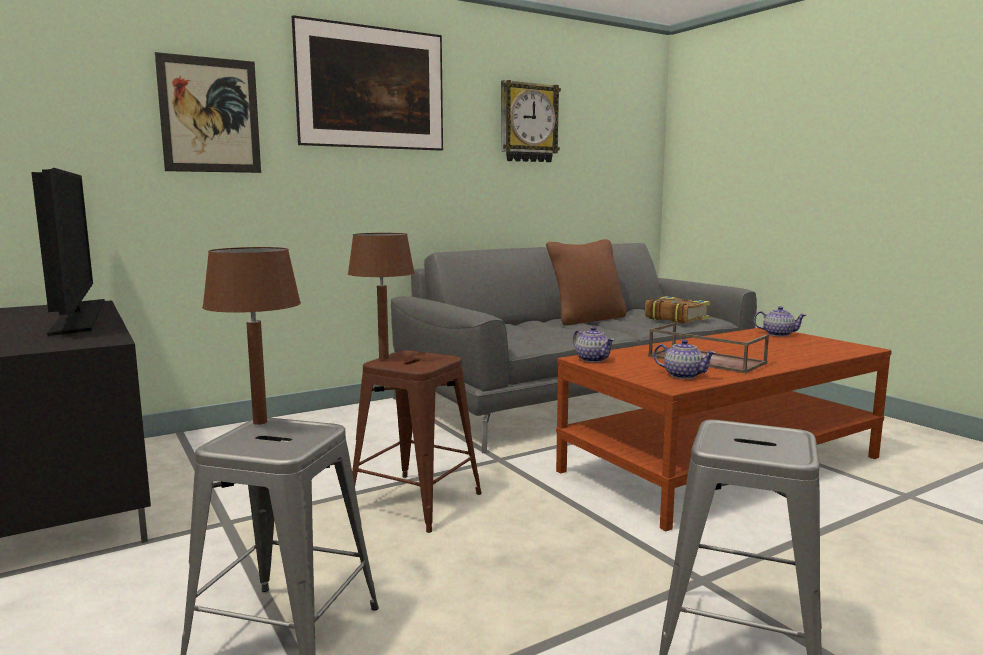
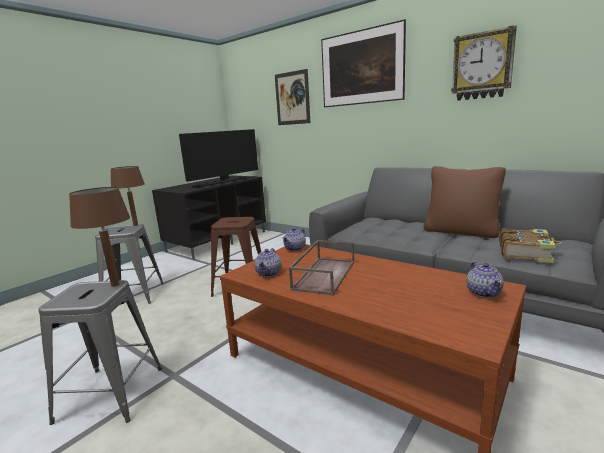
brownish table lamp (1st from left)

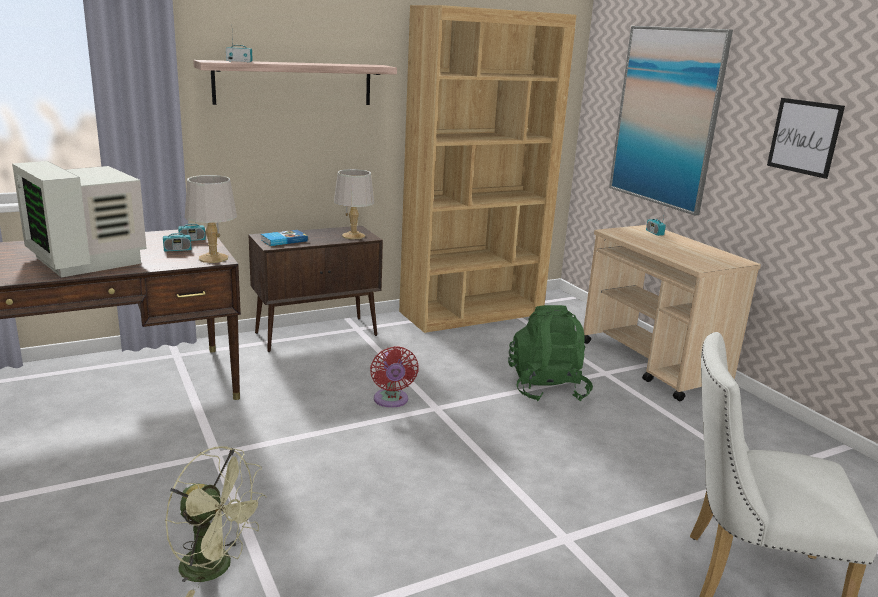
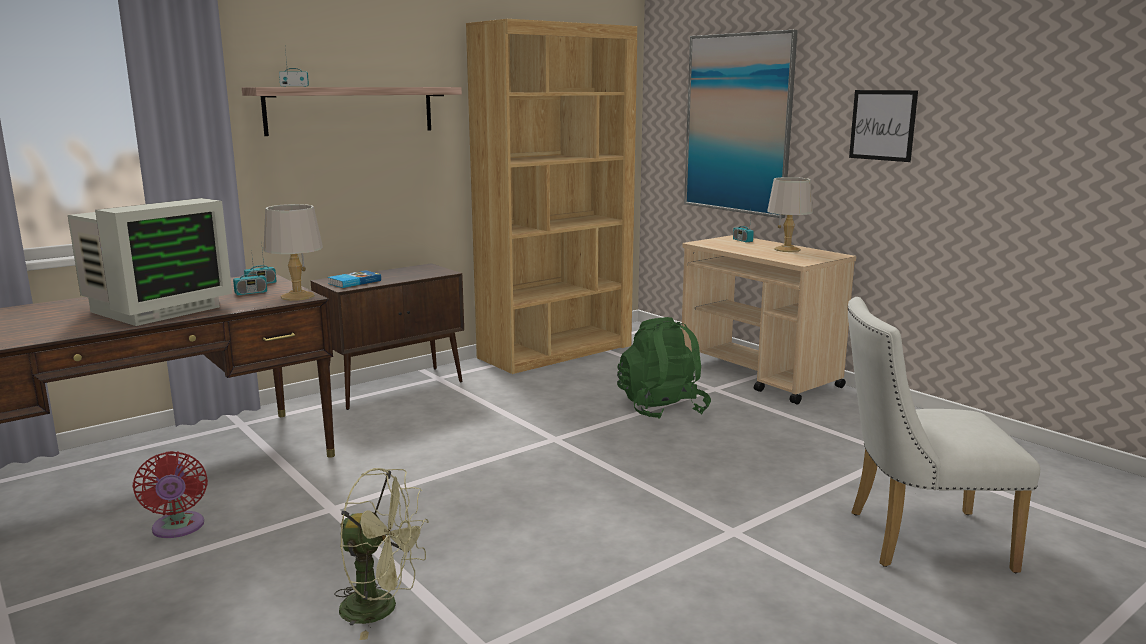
grey table lamp (2nd from left)
red electric fan
computer screen

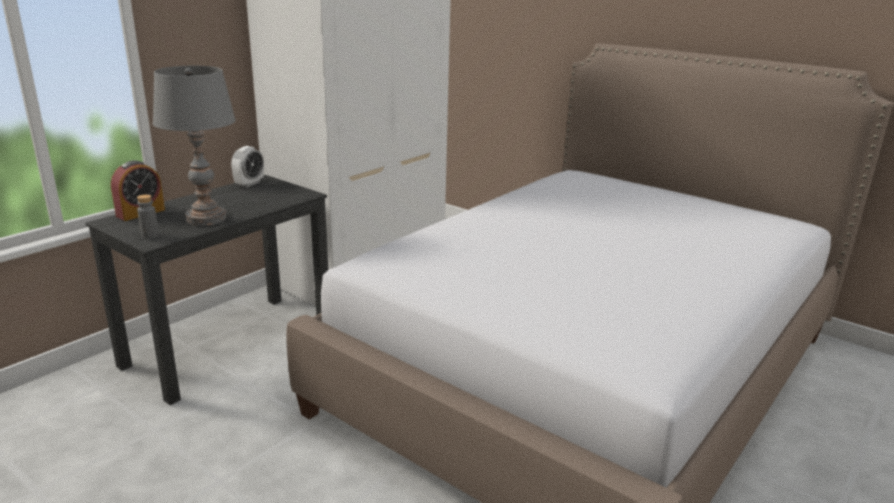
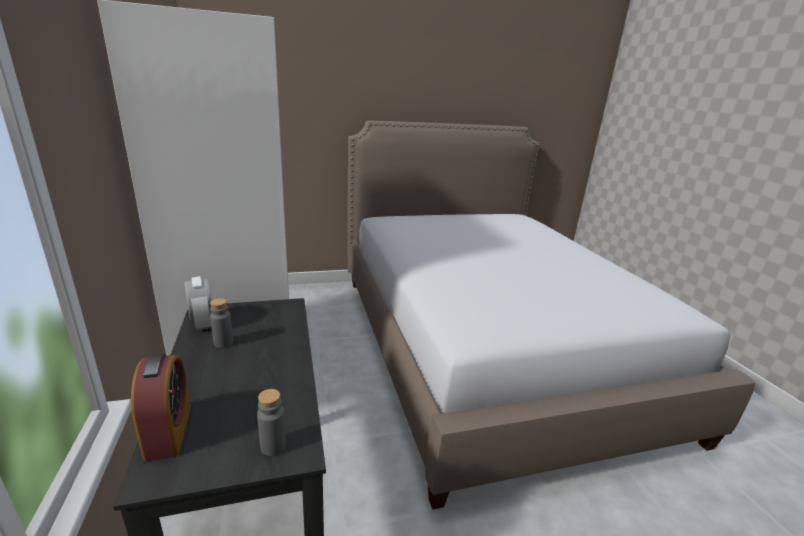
grey table lamp
grey bottle (1st from left)

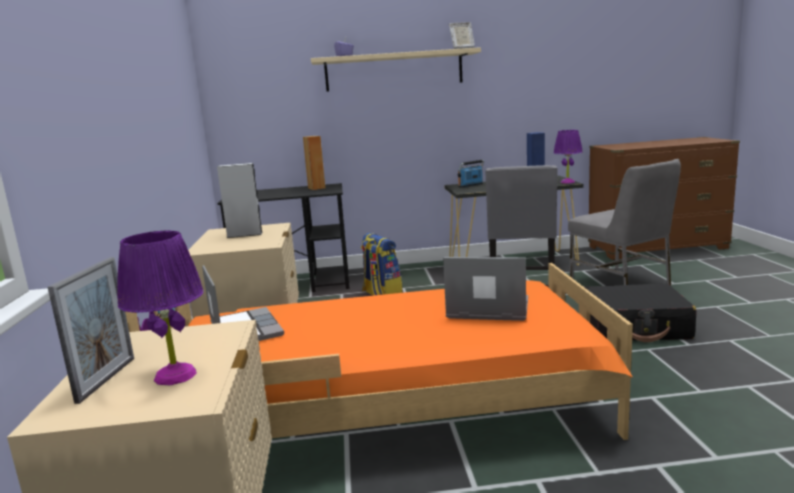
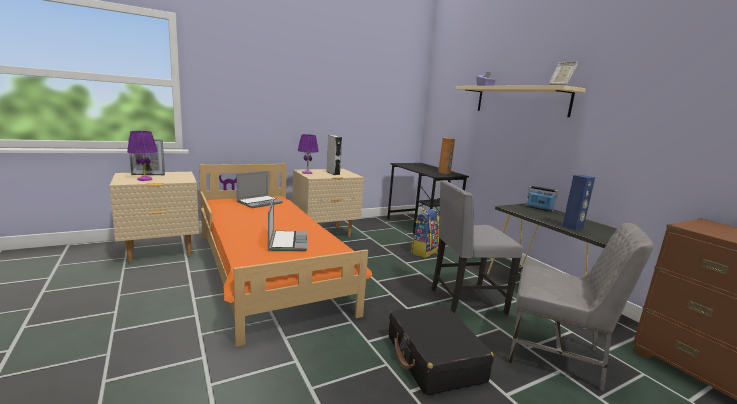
purplish table lamp (2nd from left)
grey upright chair (2nd from left)

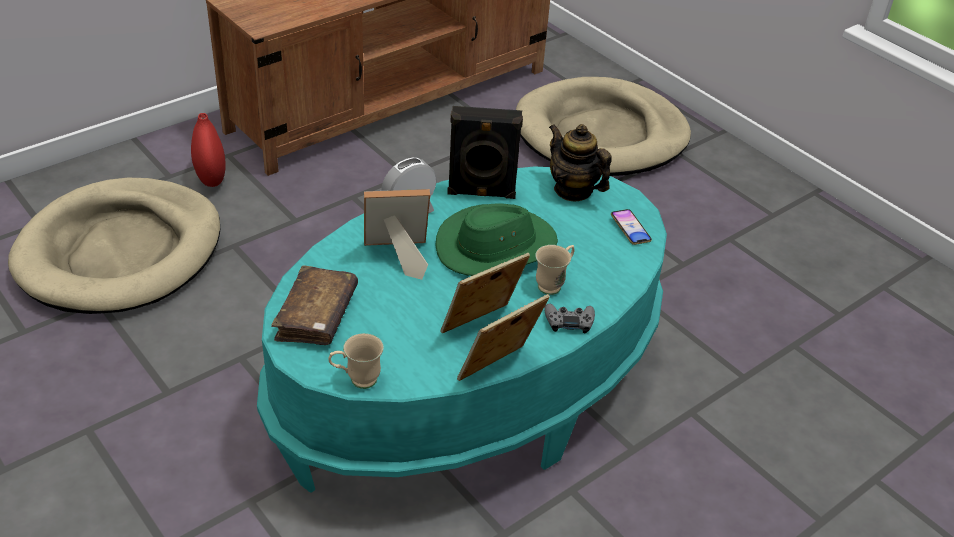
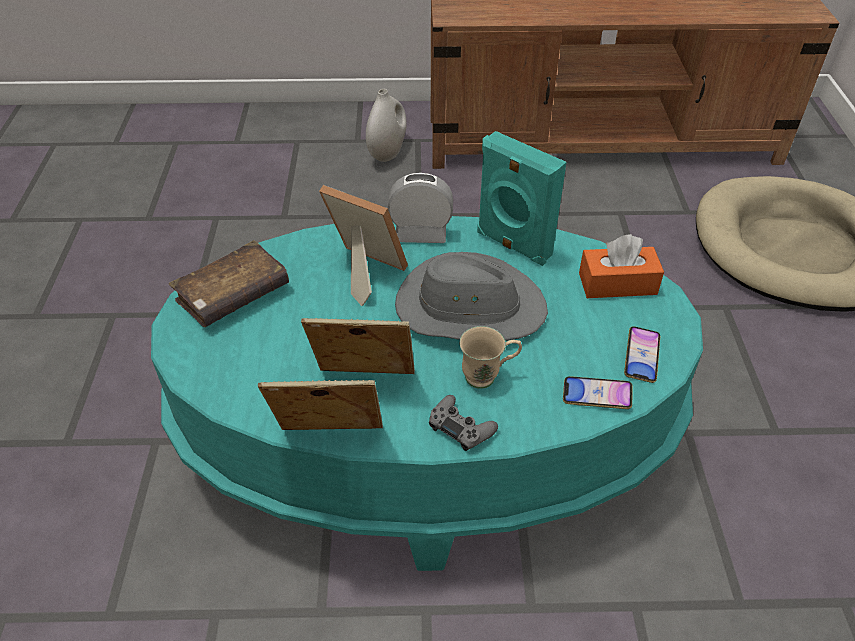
beige dog cushion (1st from left in the first image)
beige tea mug (1st from left in the first image)
telephone (1st from left)
orange tissue box
white-coloured vase
grey hat
turquoise-coloured speaker

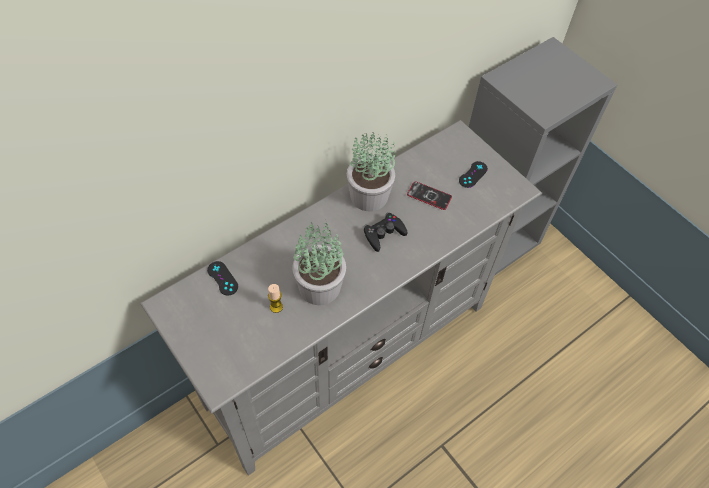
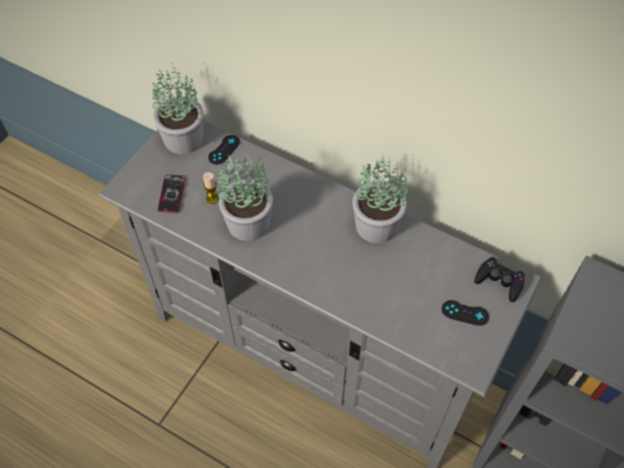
houseplant (1st from left)
black-coloured game controller (3rd from left)
telephone

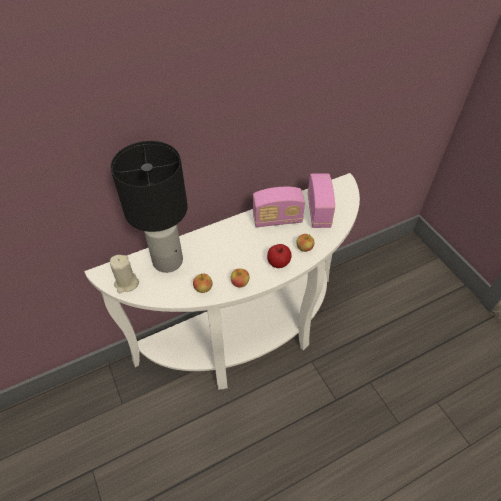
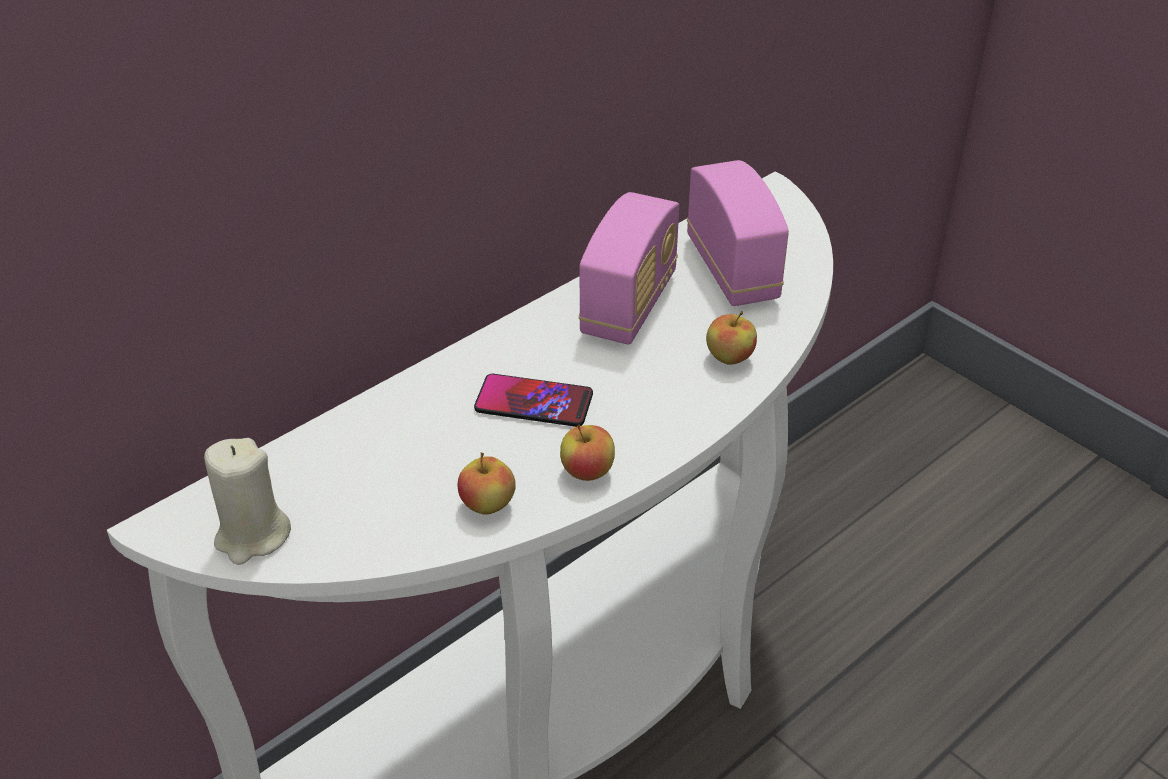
black-coloured table lamp
whole apple (3rd from left in the first image)
telephone
radio receiver (1st from left)

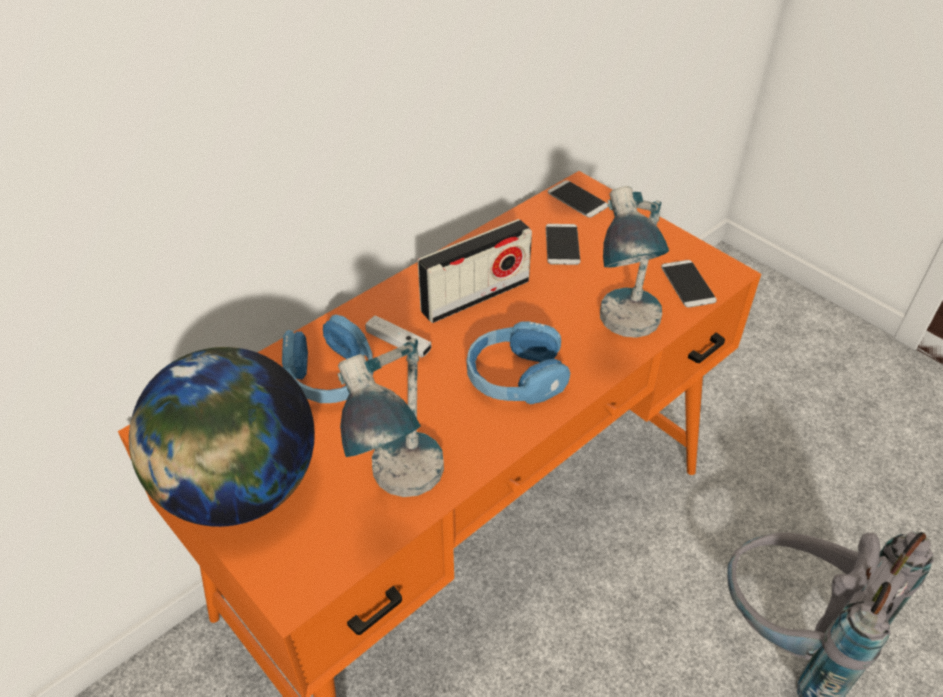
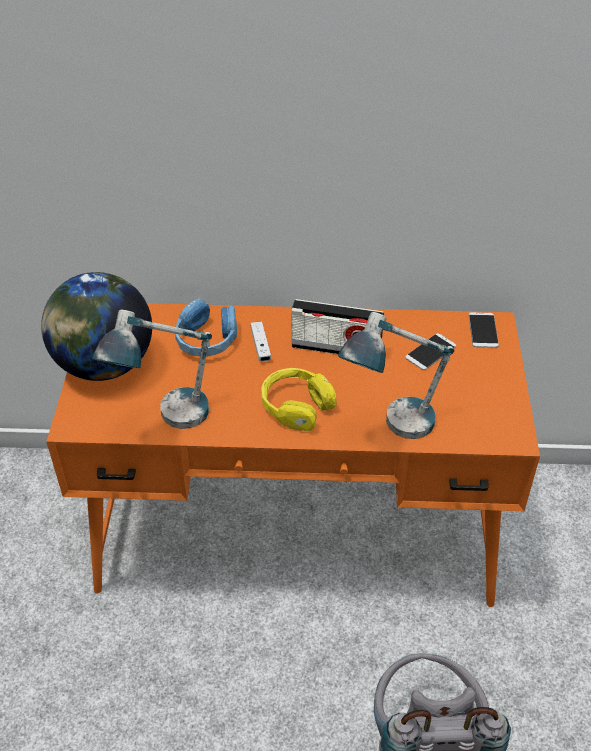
telephone (3rd from left in the first image)
yellowish headset

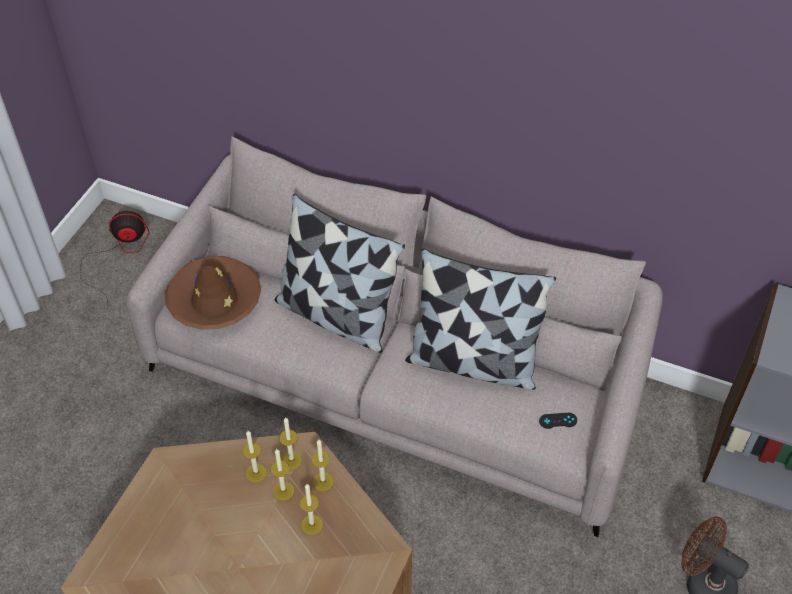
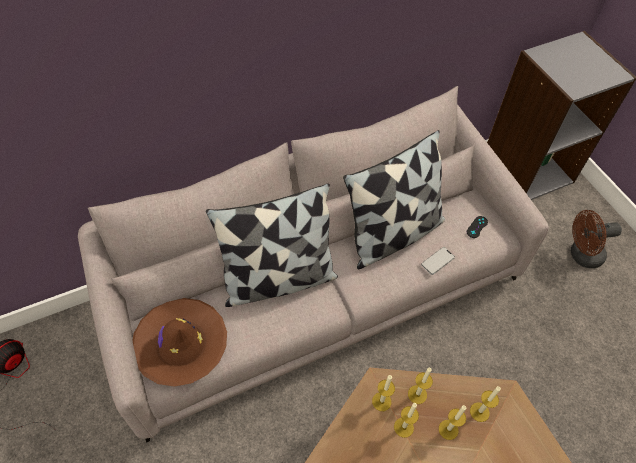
telephone
candle (5th from left)

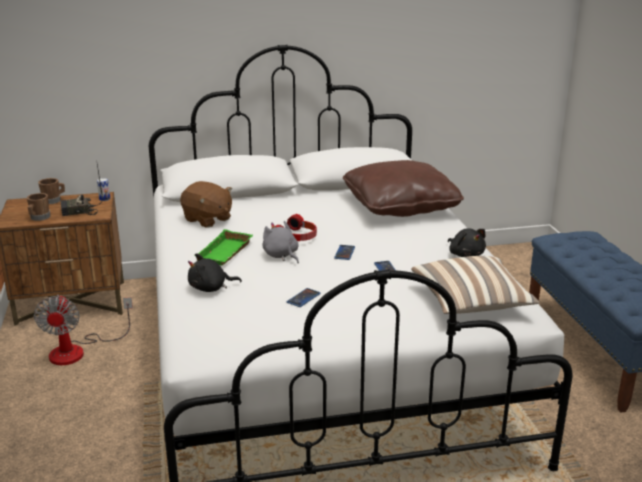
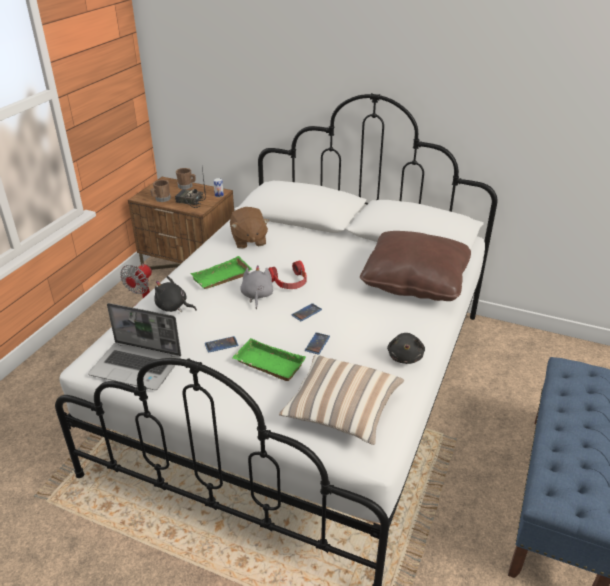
portable computer
green tray (2nd from left)

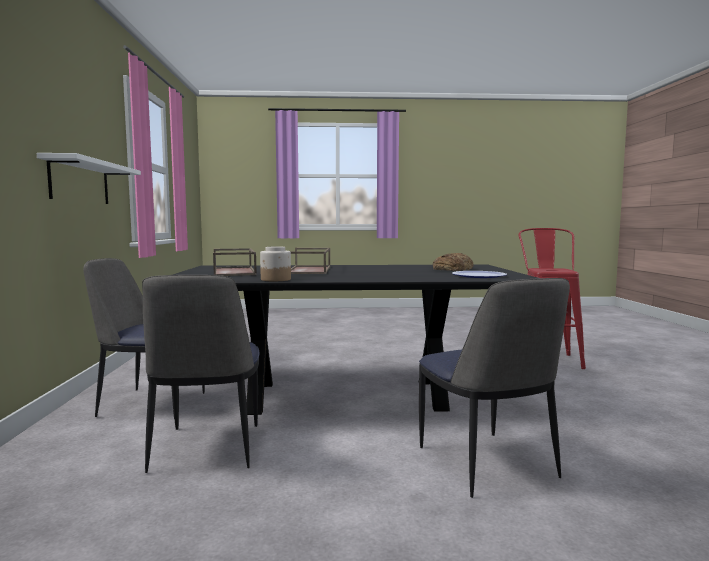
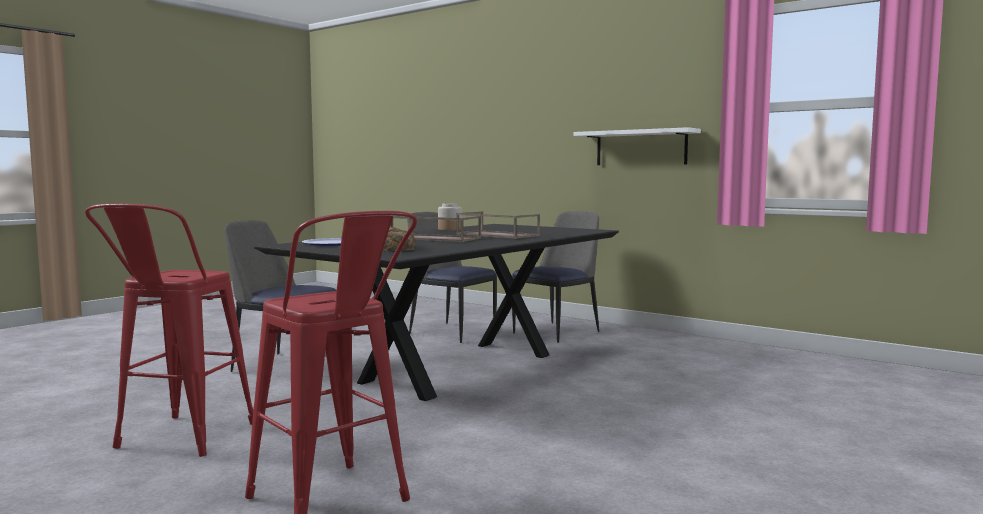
red stool (1st from left)
brownish tray (1st from left)

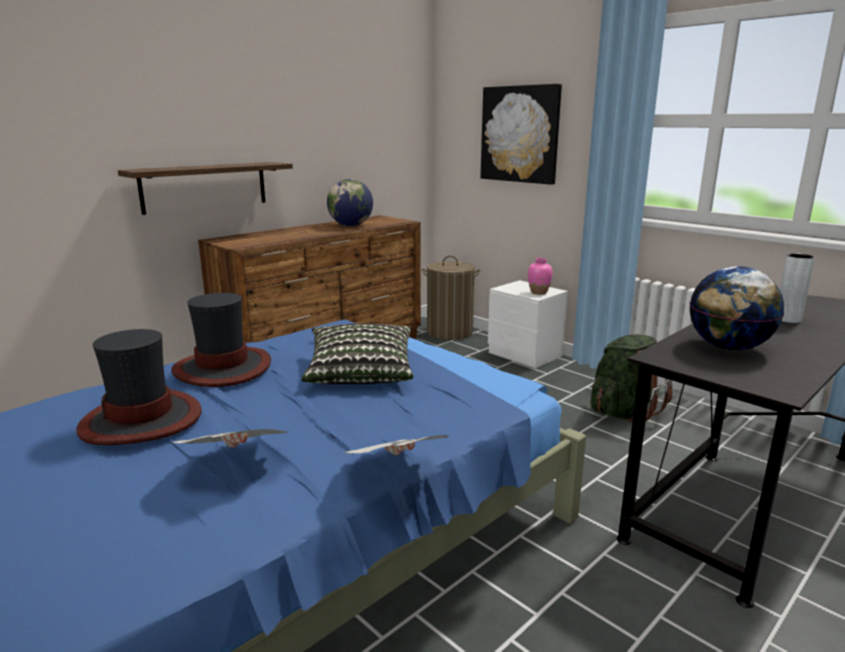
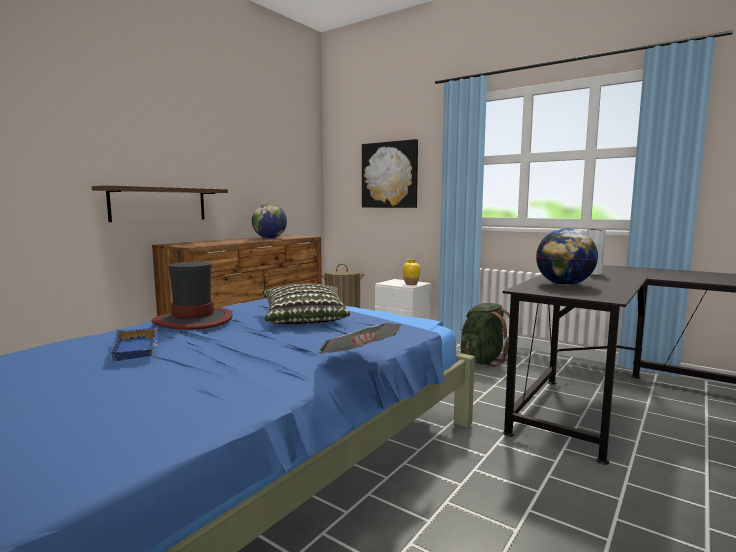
newspaper (1st from left in the first image)
blue tray
yellowish vase

